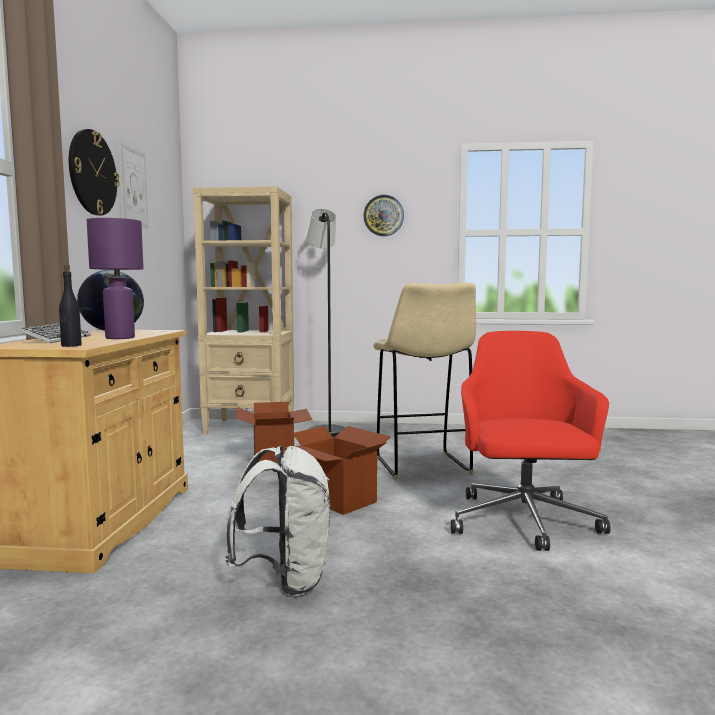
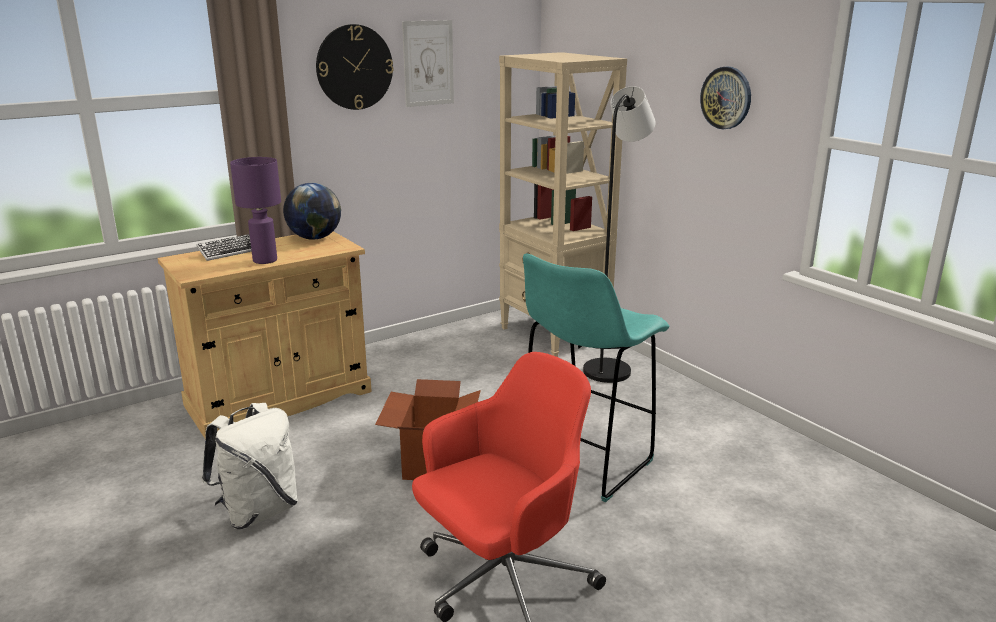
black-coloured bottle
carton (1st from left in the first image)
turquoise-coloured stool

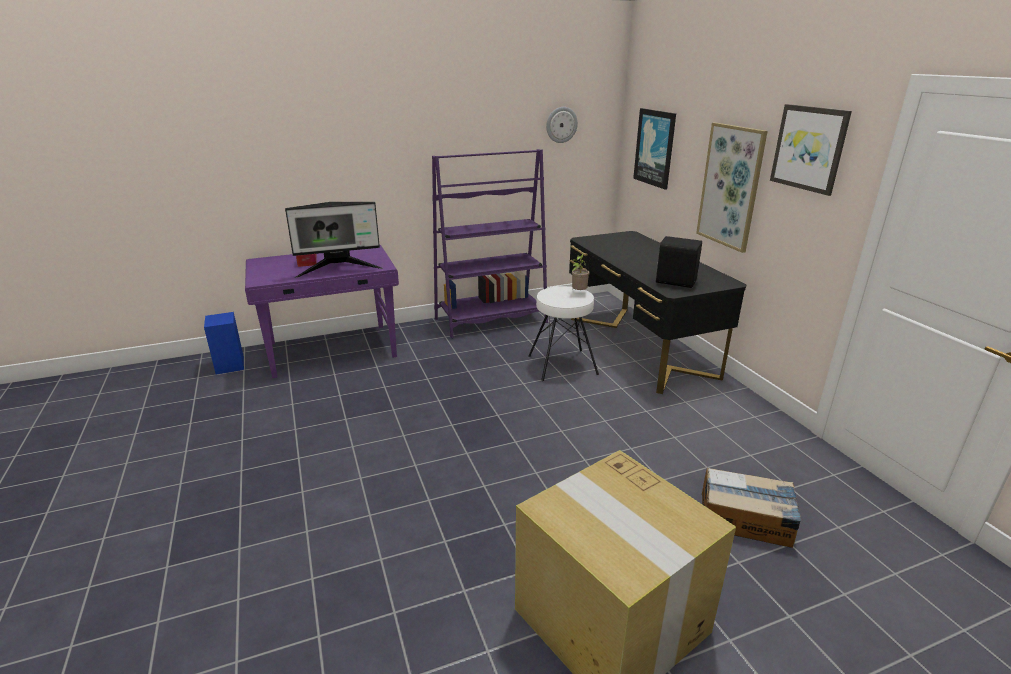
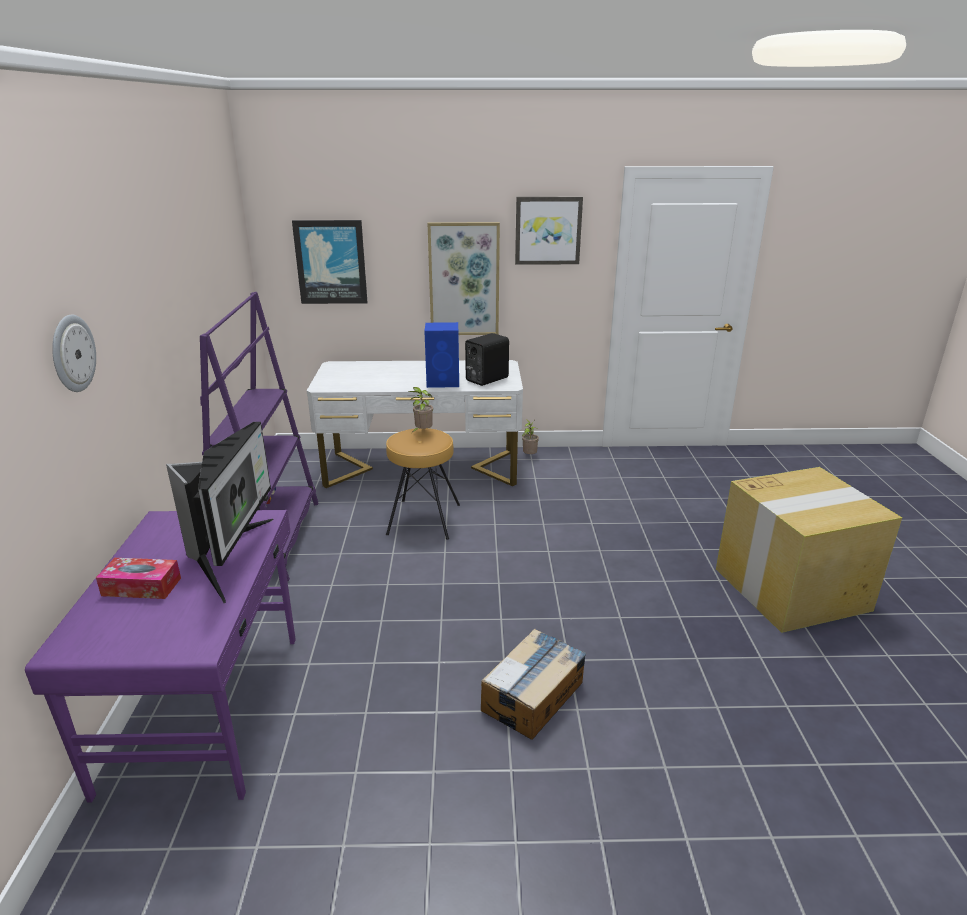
houseplant (2nd from left)
blue speaker
clock on the wall
carton (1st from left)
brownish stool
white-coloured desk unit

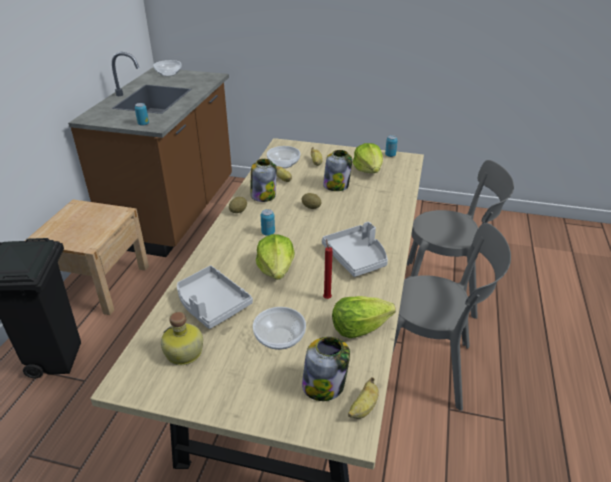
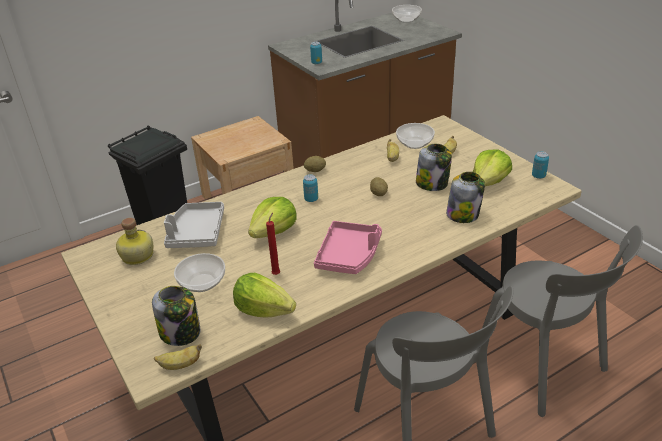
jar (3rd from left)
pink tray

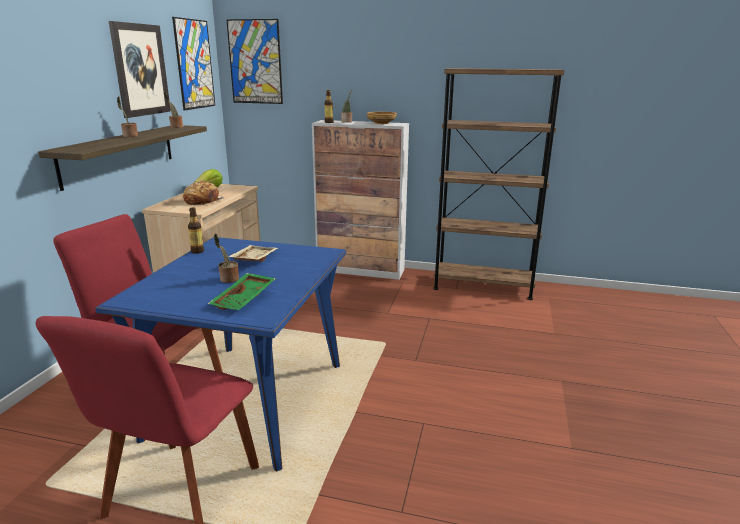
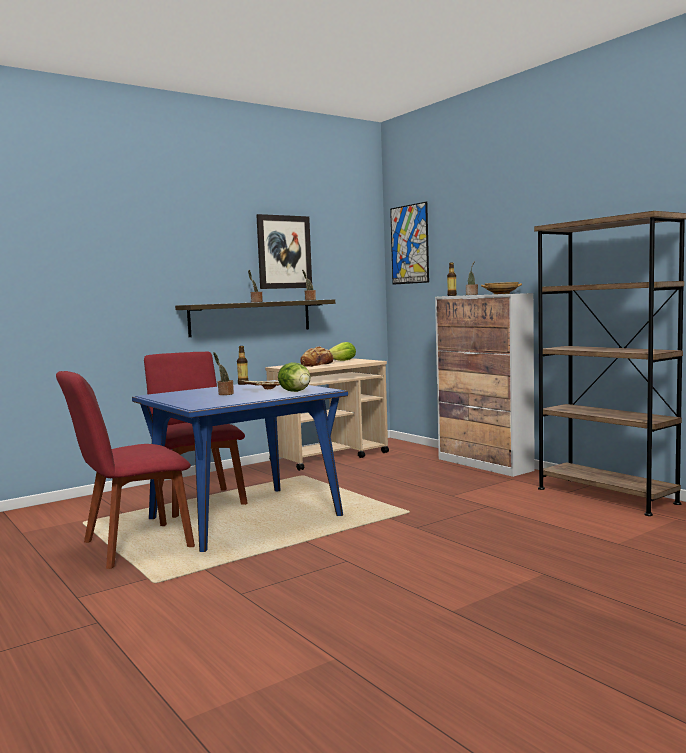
picture (2nd from left in the first image)
green tray
head of lettuce (1st from left)

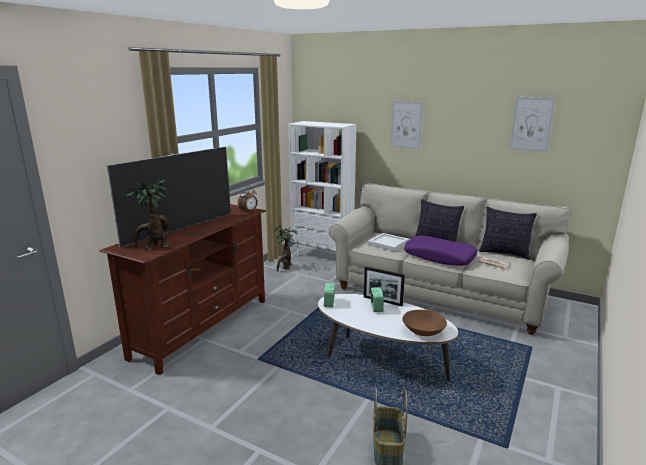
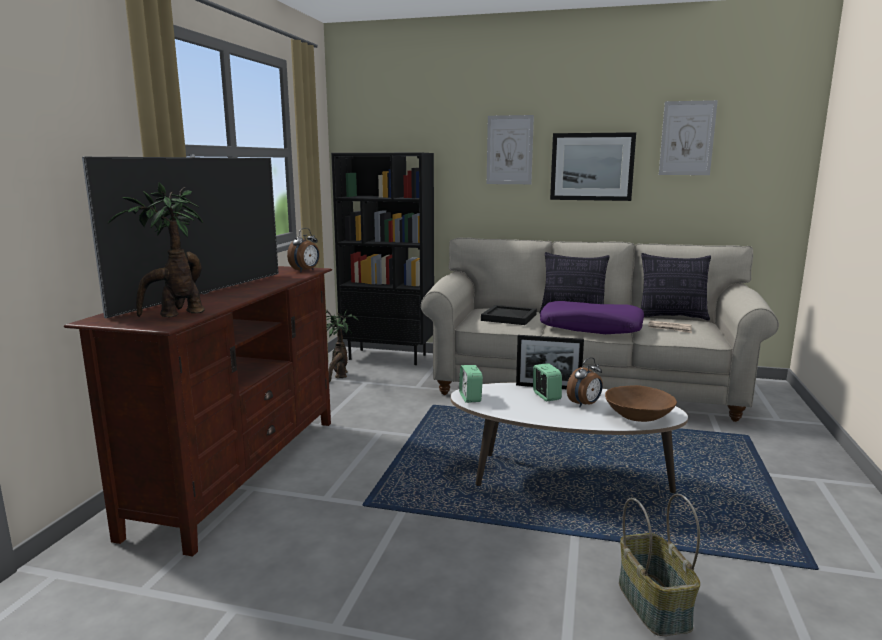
picture (2nd from left)
bedside clock (4th from left)
black-coloured bookcase
black-coloured tray

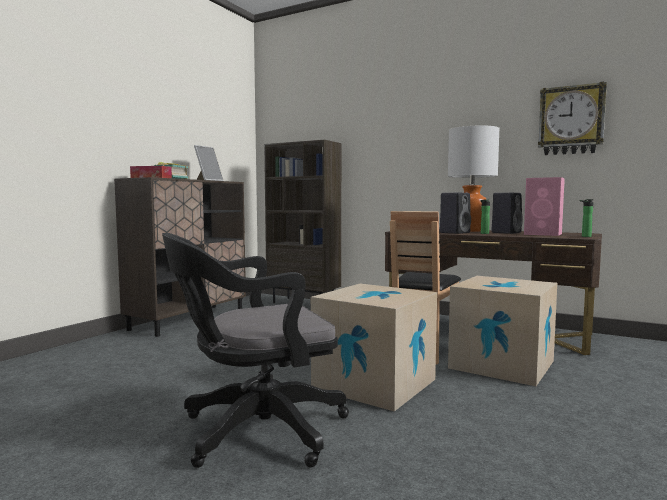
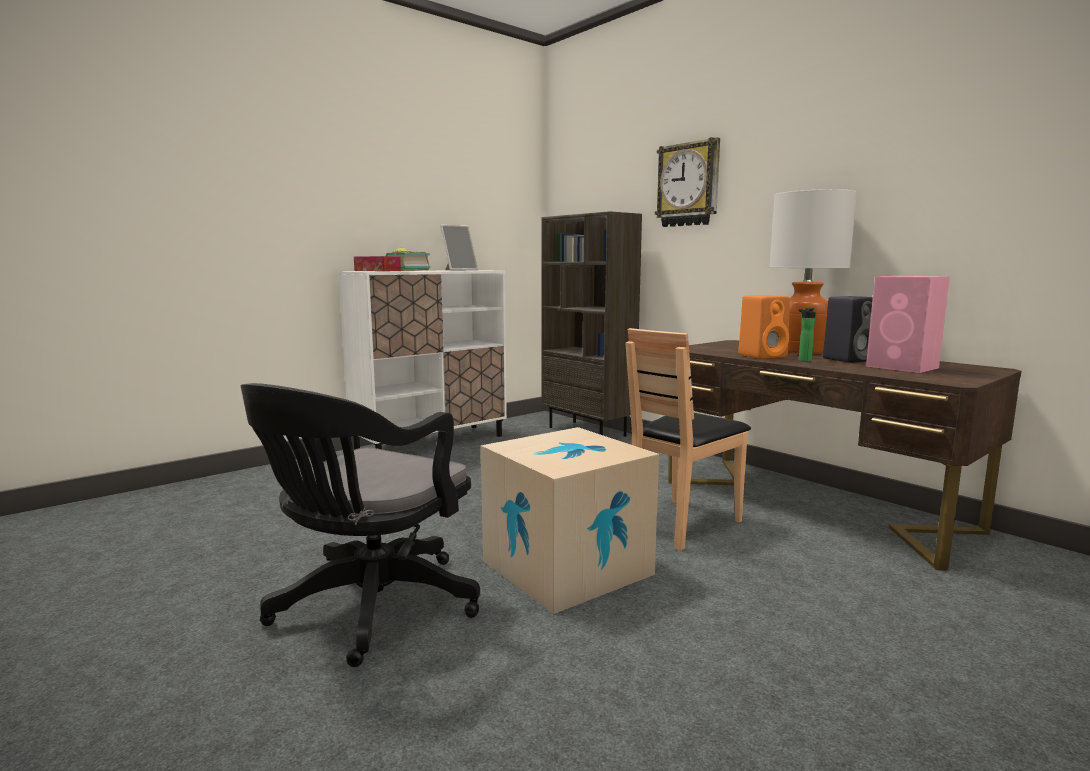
carton (2nd from left in the first image)
bottle (2nd from left in the first image)
clock on the wall
white-coloured cupboard
orange speaker
black-coloured office chair

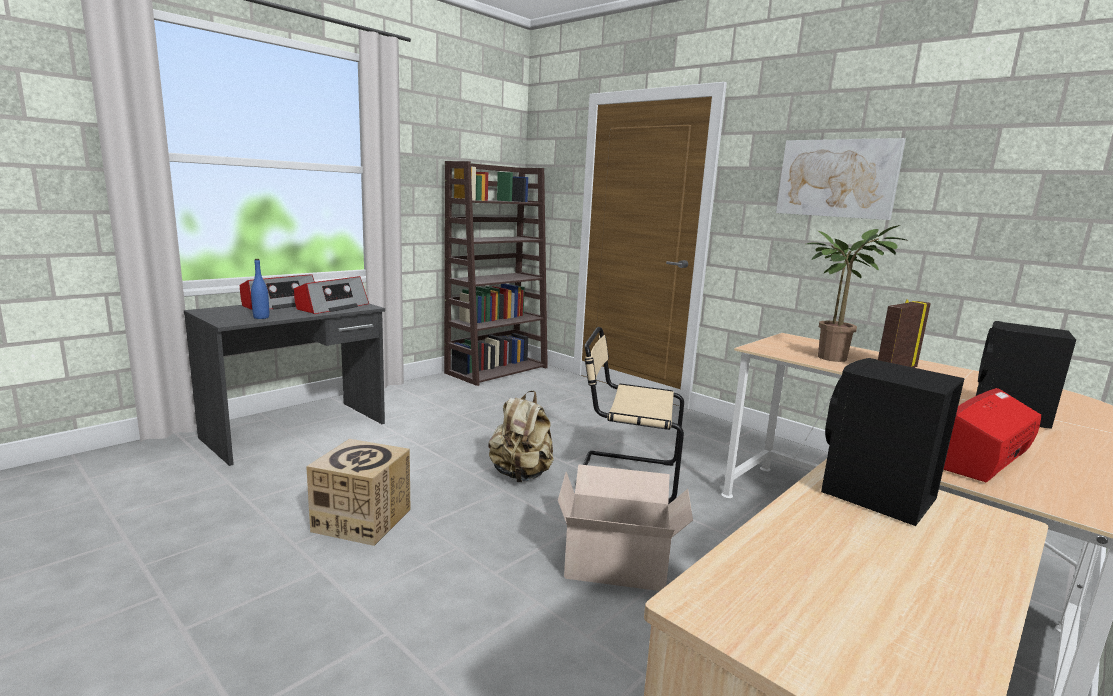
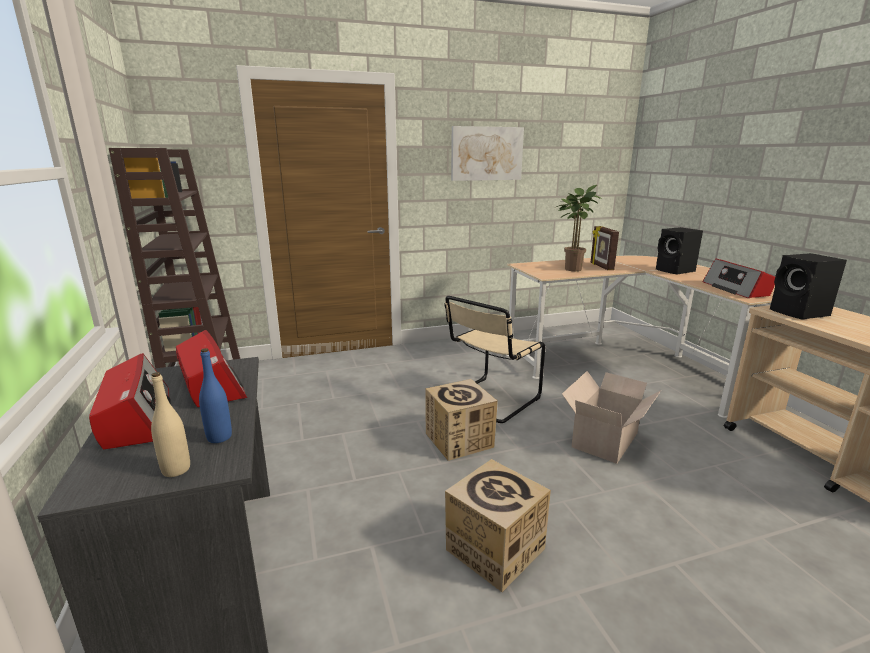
beige bottle
carton (1st from left)

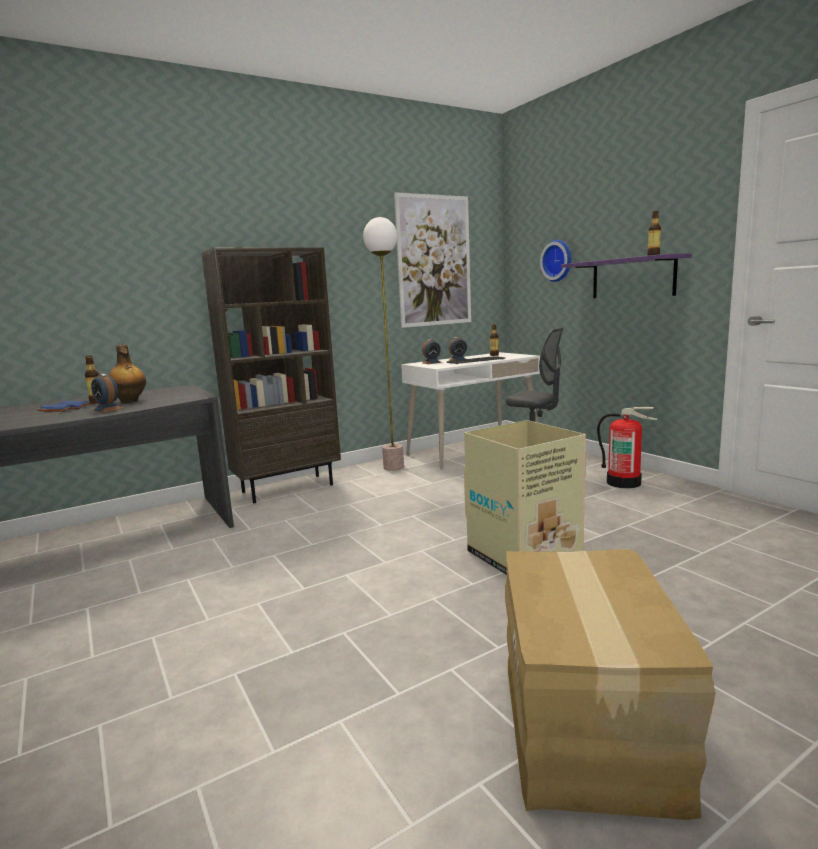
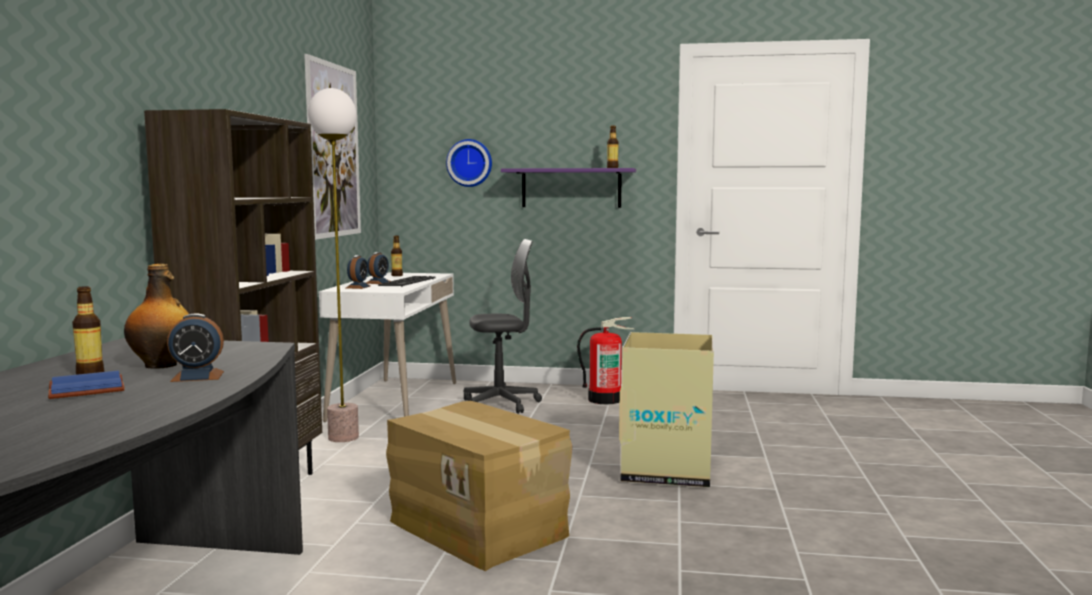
carton (1st from left)

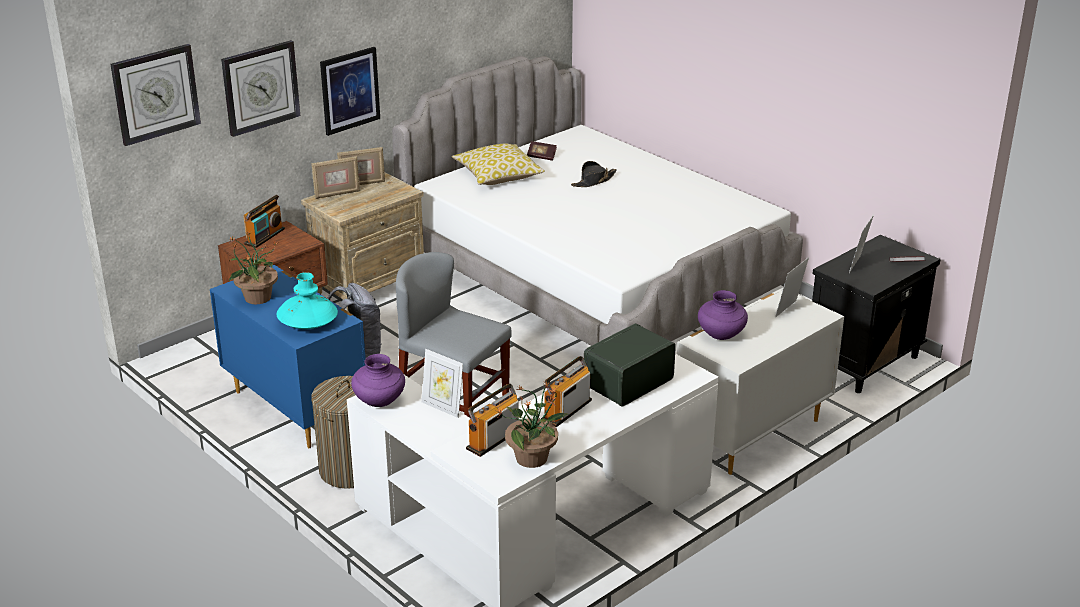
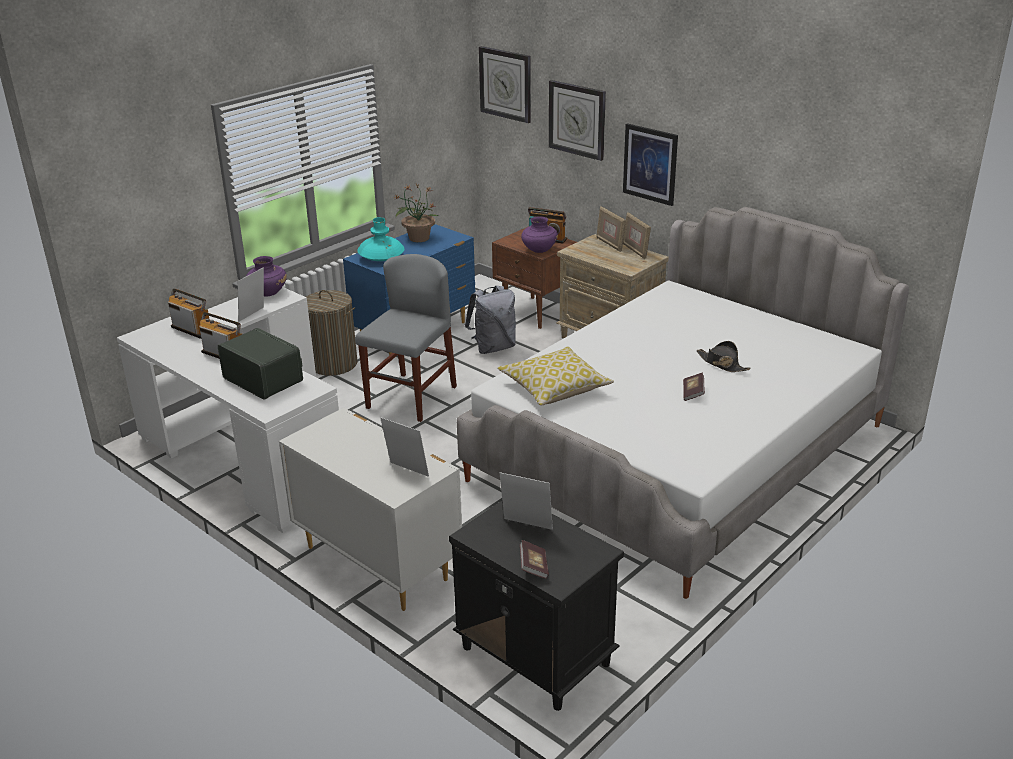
houseplant (2nd from left in the first image)
throw pillow
book (2nd from left)
purplish vase (2nd from left)

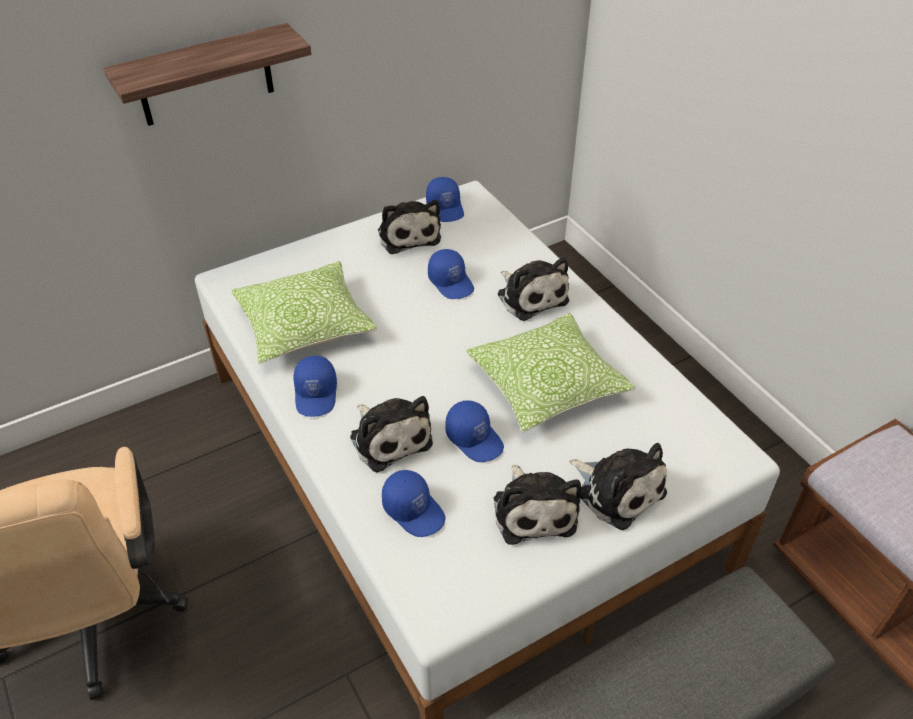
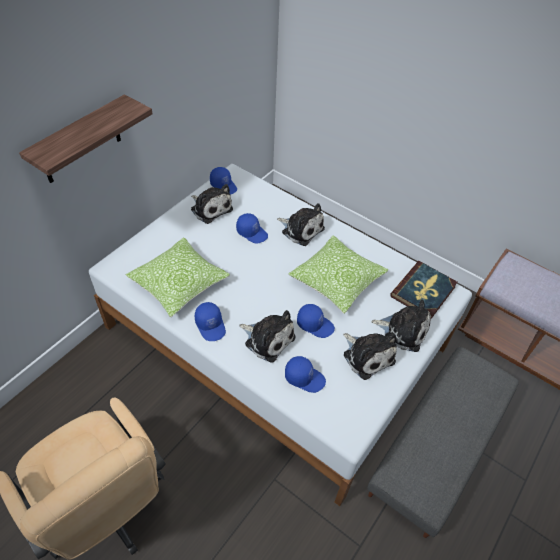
book

